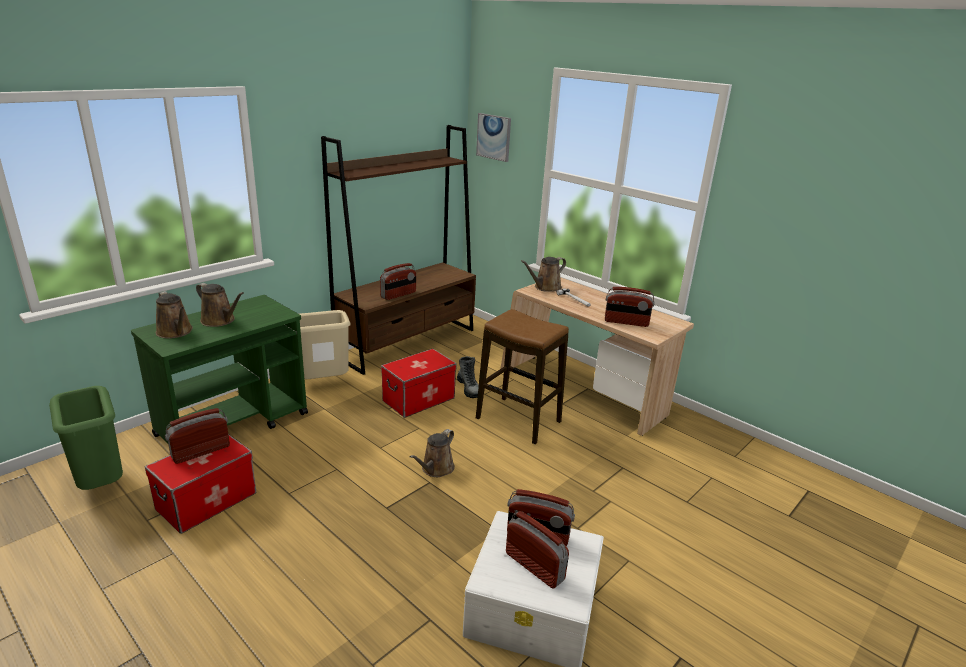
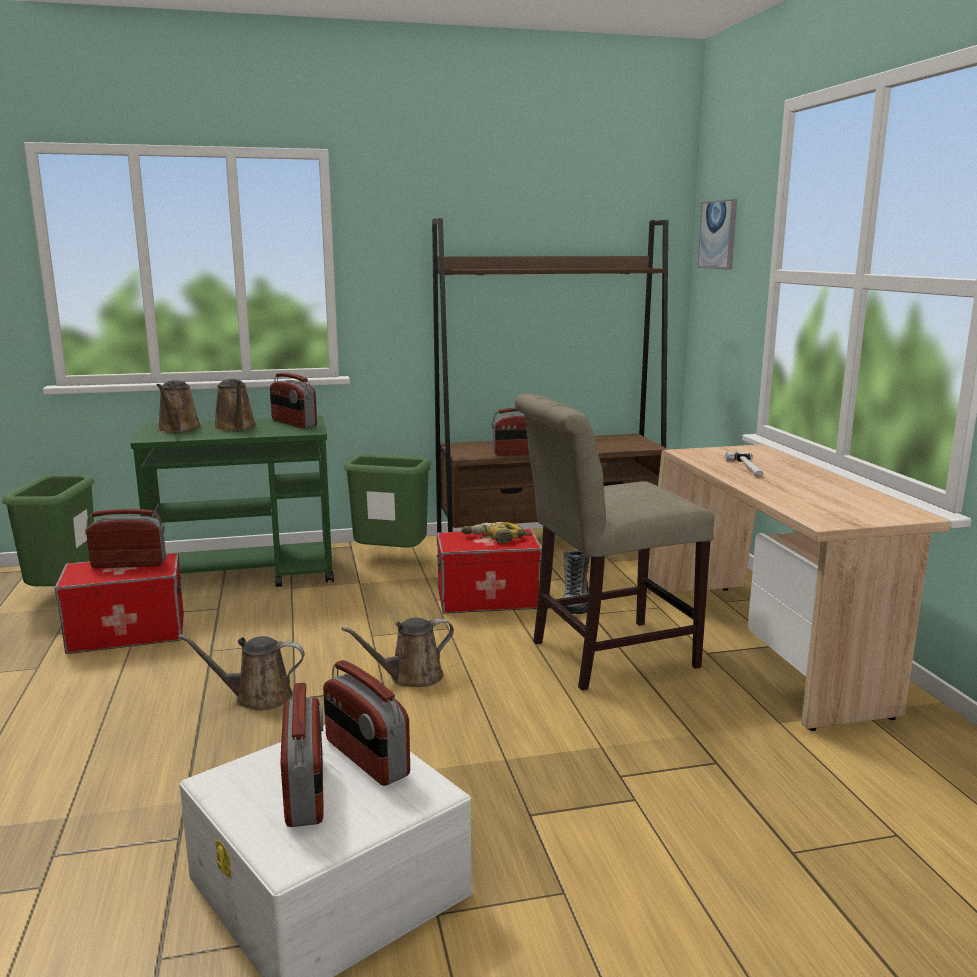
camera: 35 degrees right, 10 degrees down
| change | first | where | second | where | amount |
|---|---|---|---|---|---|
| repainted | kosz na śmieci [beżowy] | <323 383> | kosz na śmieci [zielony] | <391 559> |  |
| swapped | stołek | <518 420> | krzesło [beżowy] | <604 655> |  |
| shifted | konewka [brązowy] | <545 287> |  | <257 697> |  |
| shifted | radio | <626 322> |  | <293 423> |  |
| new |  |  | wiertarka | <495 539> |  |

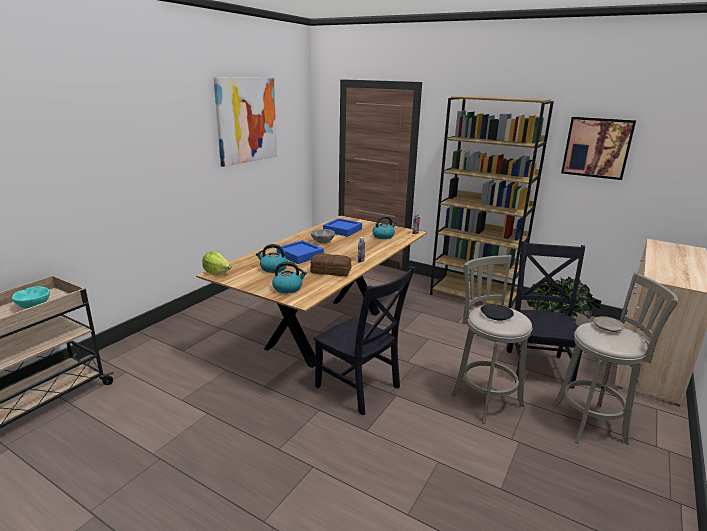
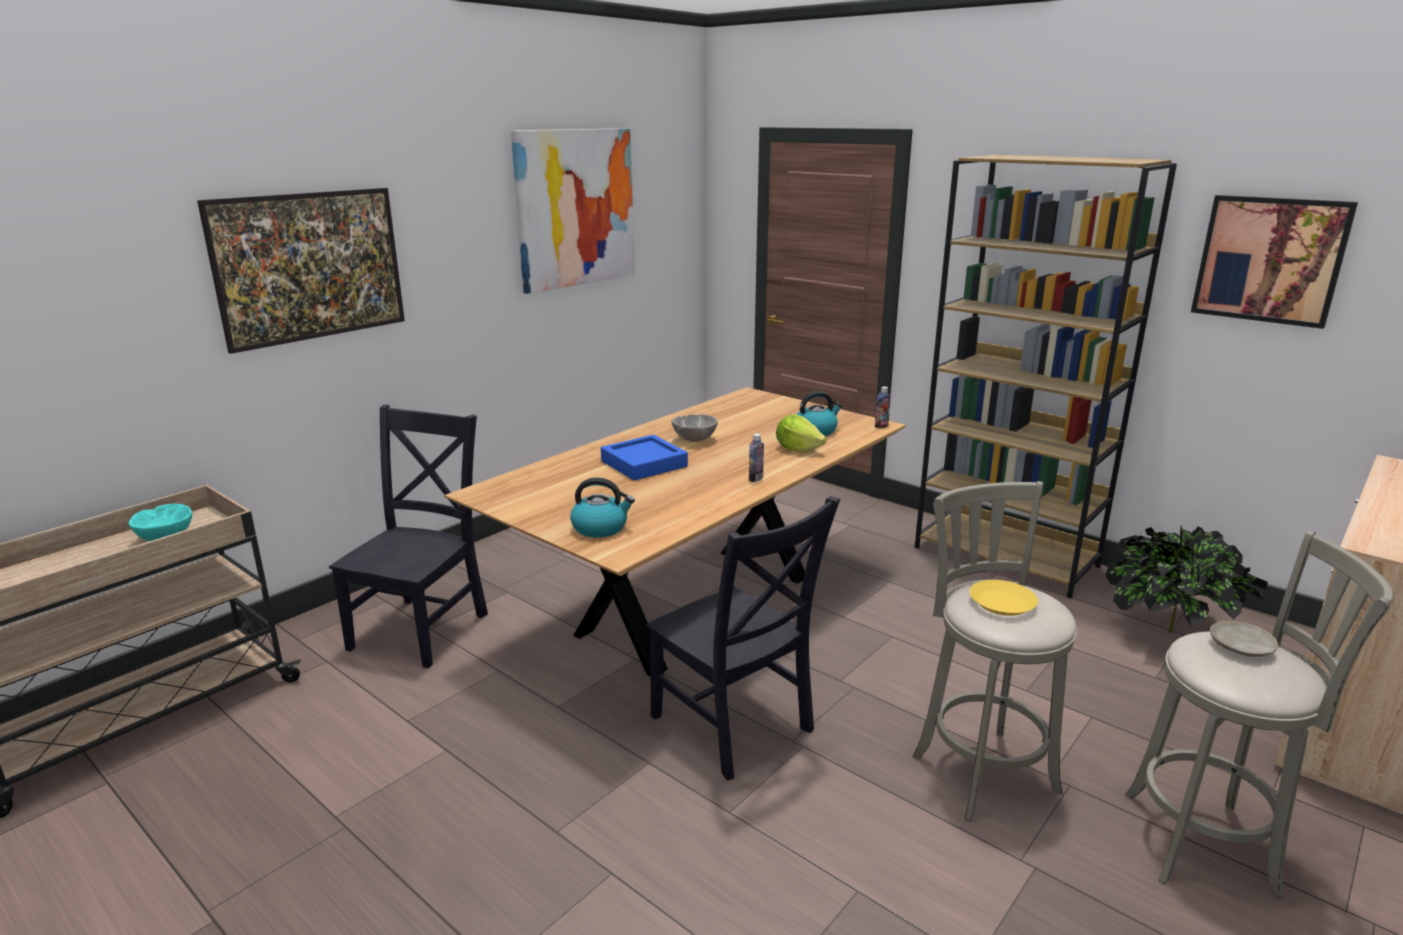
camera: 10 degrees right, 0 degrees up
| change | first | where | second | where | amount |
|---|---|---|---|---|---|
| shifted | sałata | <216 272> |  | <798 449> |  |
| gone | czajnik | <273 268> |  |  |  |
| gone | chleb | <331 271> |  |  |  |
| gone | taca [niebieski] | <342 230> |  |  |  |
| repainted | talerz [czarny] | <496 315> | talerz [żółty] | <1002 603> |  |
| shifted | krzesło [czarny] | <538 366> |  | <423 628> |  |
| new |  |  | obraz | <315 301> |  |

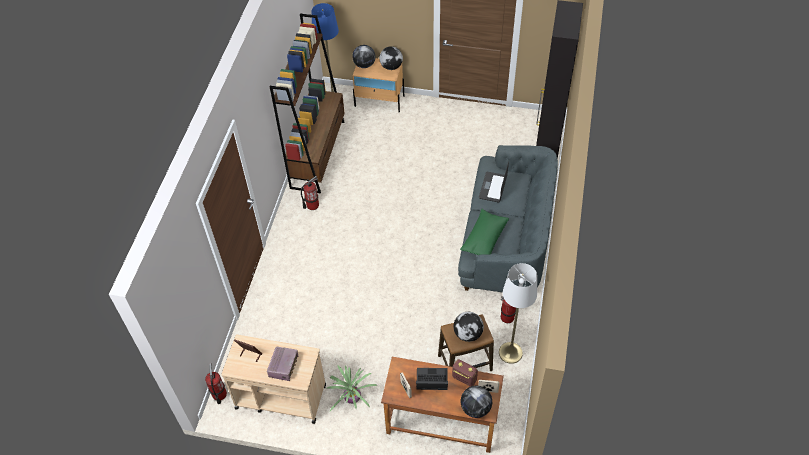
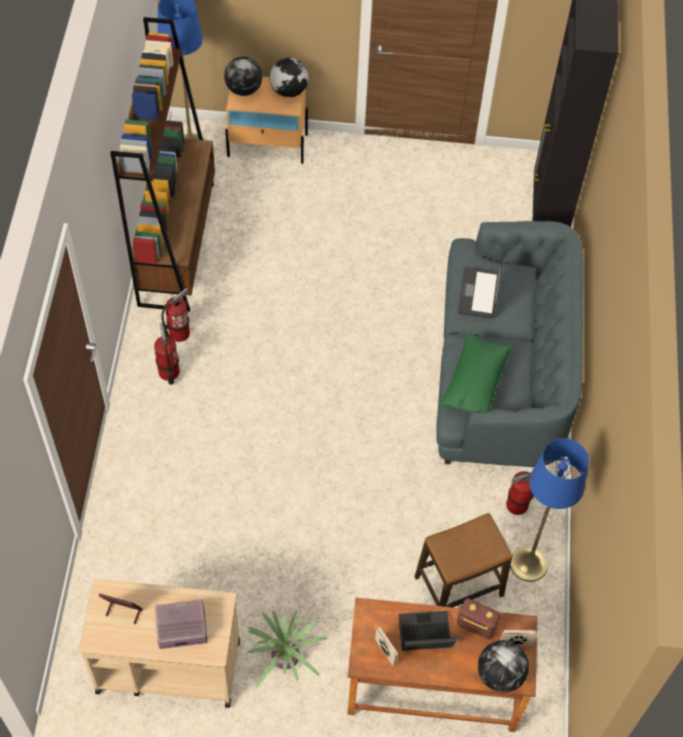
camera: 10 degrees left, 5 degrees up
| change | first | where | second | where | amount |
|---|---|---|---|---|---|
| shifted | gaśnica | <219 394> |  | <168 372> |  |
| rotated | radio | <284 366> |  | <181 628> | 105 degrees counterclockwise |
| gone | globus | <468 334> |  |  |  |
| repainted | lampa stojąca [biały] | <510 353> | lampa stojąca [niebieski] | <528 564> |  |

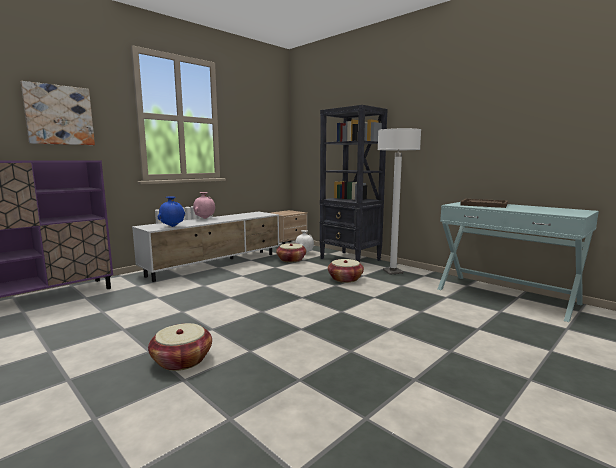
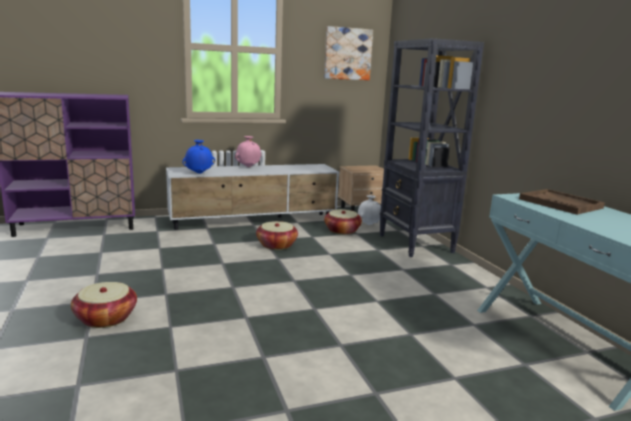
camera: 25 degrees right, 5 degrees up
| change | first | where | second | where | amount |
|---|---|---|---|---|---|
| shifted | obraz | <59 115> |  | <347 54> |  |
| shifted | koszyk | <345 279> |  | <276 245> |  |
| gone | lampa stojąca [biały] | <393 272> |  |  |  |

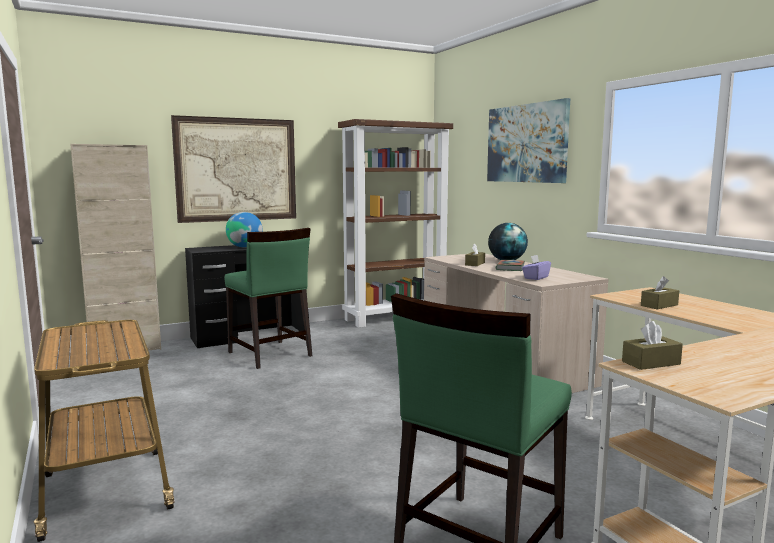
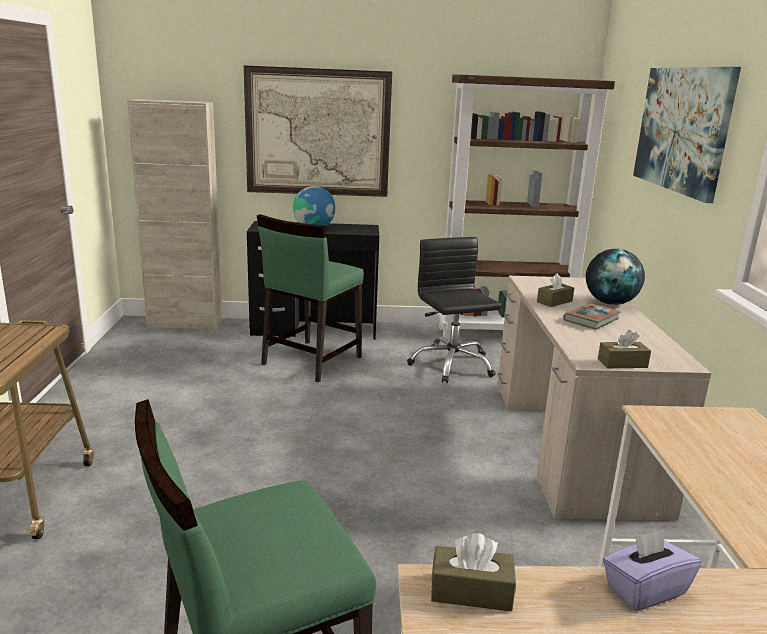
camera: 25 degrees right, 10 degrees up
| change | first | where | second | where | amount |
|---|---|---|---|---|---|
| rotated | krzesło [zielony] | <269 354> |  | <311 360> | 45 degrees clockwise |
| shifted | pudełko chusteczek [fioletowy] | <535 278> |  | <644 589> |  |
| shifted | pudełko chusteczek [brązowy] | <659 305> |  | <622 363> |  |
| new |  |  | krzesło biurowe [czarny] | <451 365> |  |

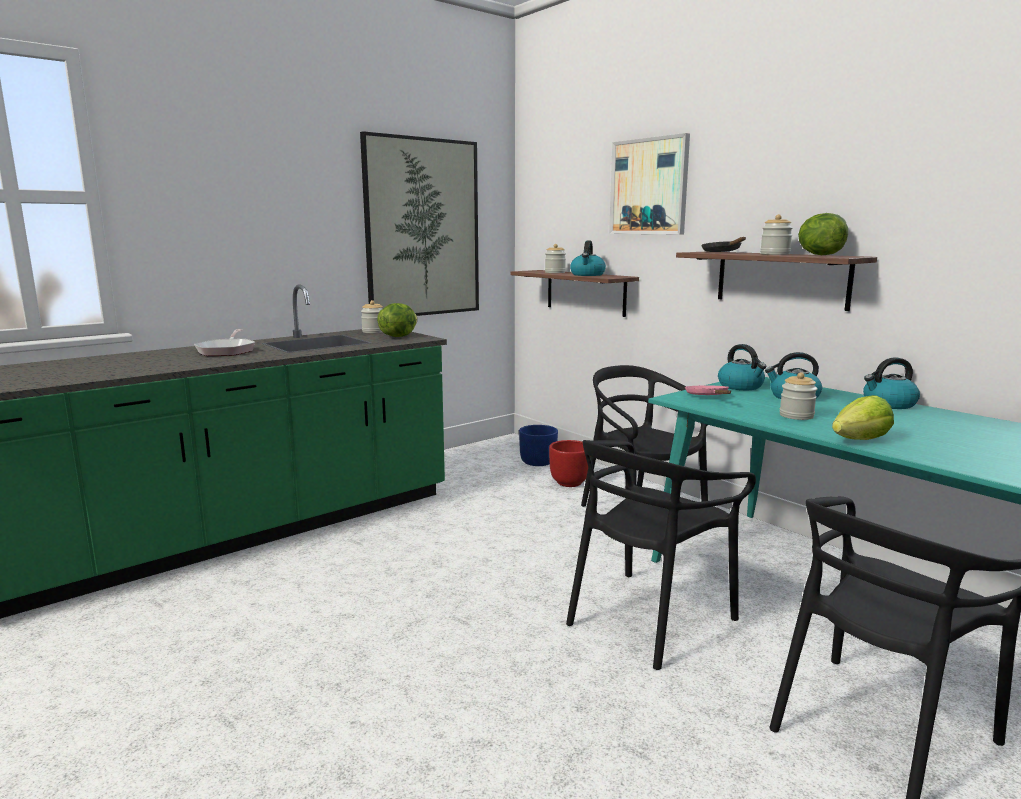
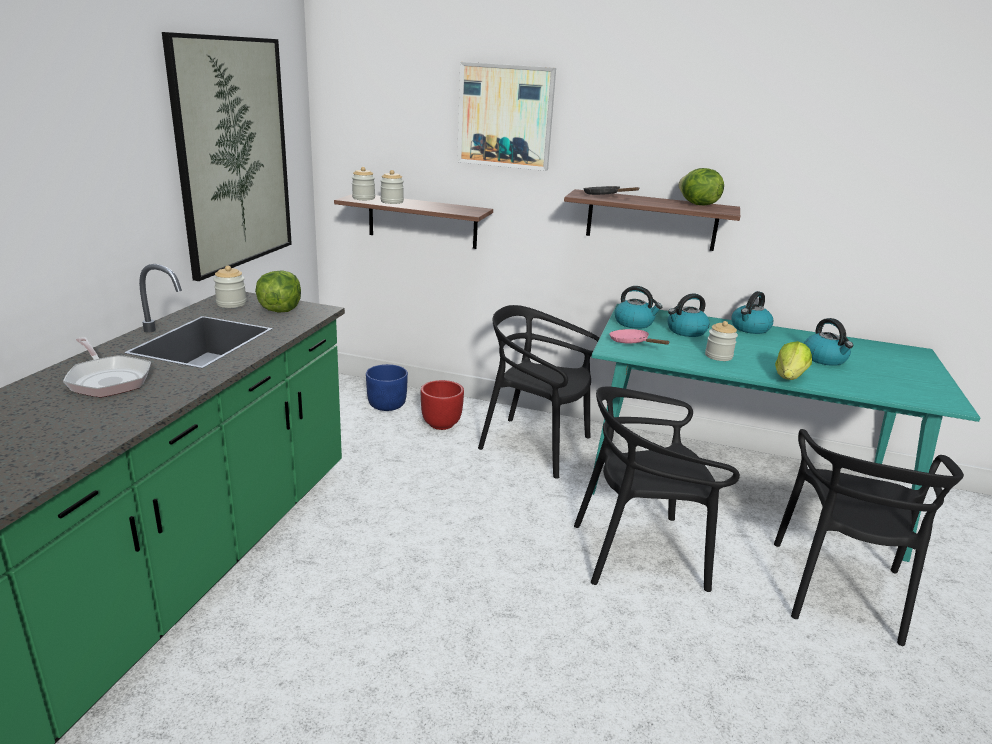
camera: 35 degrees left, 10 degrees up
| change | first | where | second | where | amount |
|---|---|---|---|---|---|
| rotated | krzesło [czarny] | <648 618> |  | <639 553> | 75 degrees clockwise |
| shifted | czajnik | <587 275> |  | <825 359> |  |
| shifted | słoik | <775 254> |  | <363 198> |  |

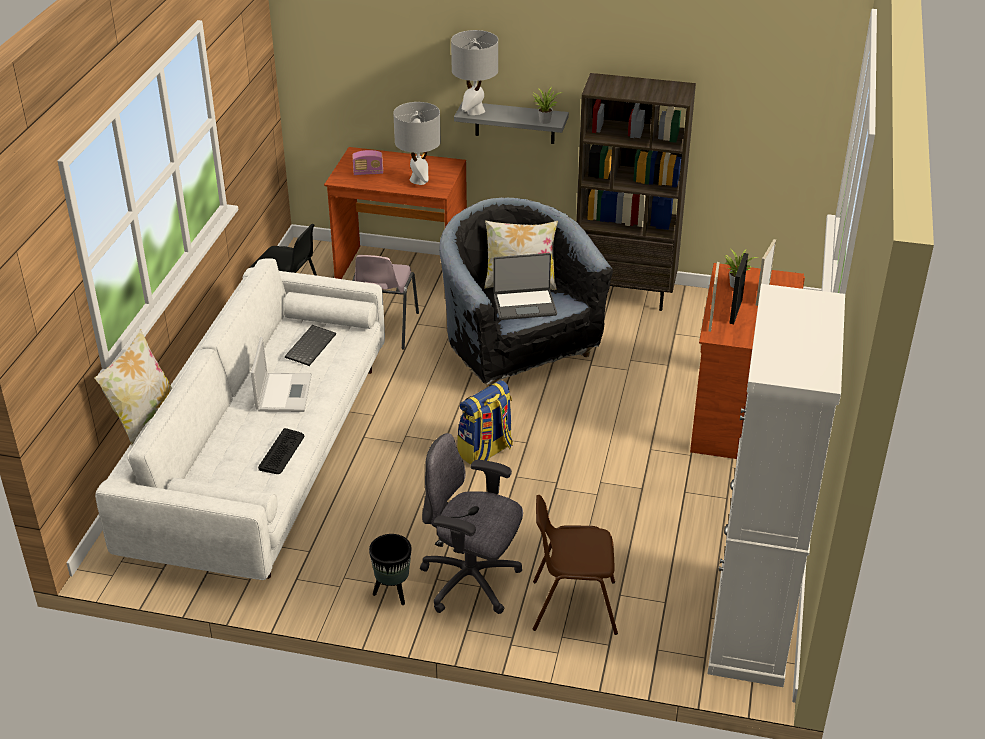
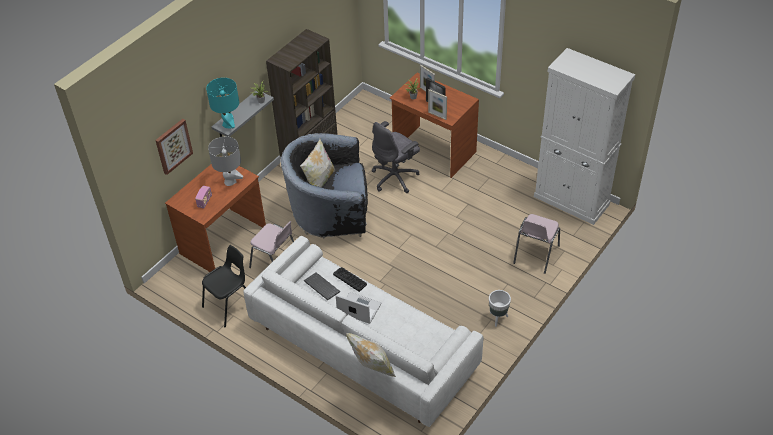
camera: 65 degrees left, 10 degrees up
| change | first | where | second | where | amount |
|---|---|---|---|---|---|
| shifted | klawiatura | <282 452> |  | <350 279> |  |
| repainted | donica [czarny] | <392 593> | donica [biały] | <497 318> |  |
| shifted | krzesło biurowe [szary] | <472 582> |  | <395 178> |  |
| repainted | lampa stołowa [szary] | <475 111> | lampa stołowa [turkusowy] | <228 124> |  |
| gone | plecak | <485 452> |  |  |  |
| gone | laptop | <525 305> |  |  |  |
| repainted | krzesło [brązowy] | <573 606> | krzesło [różowy] | <535 255> |  |
| new |  |  | obraz | <173 146> |  |

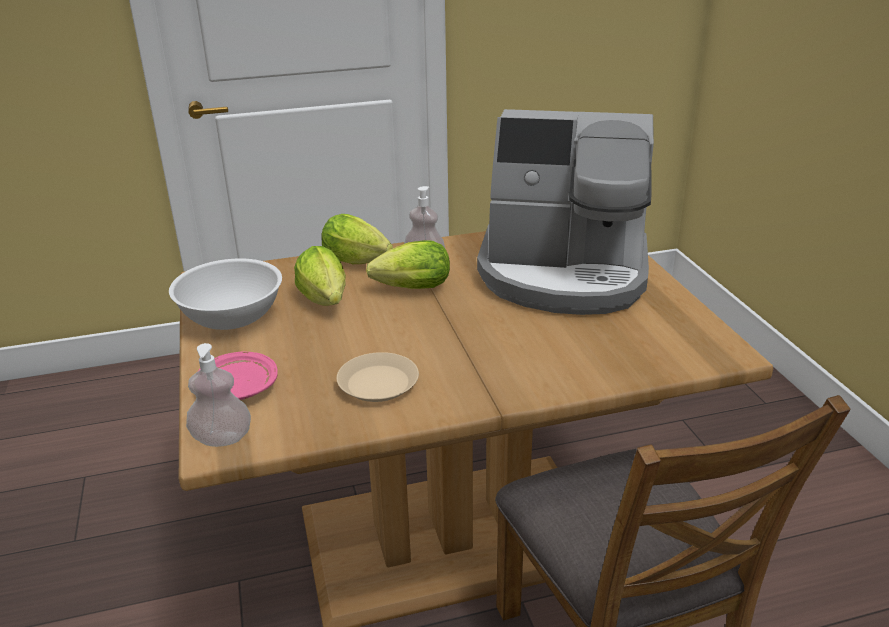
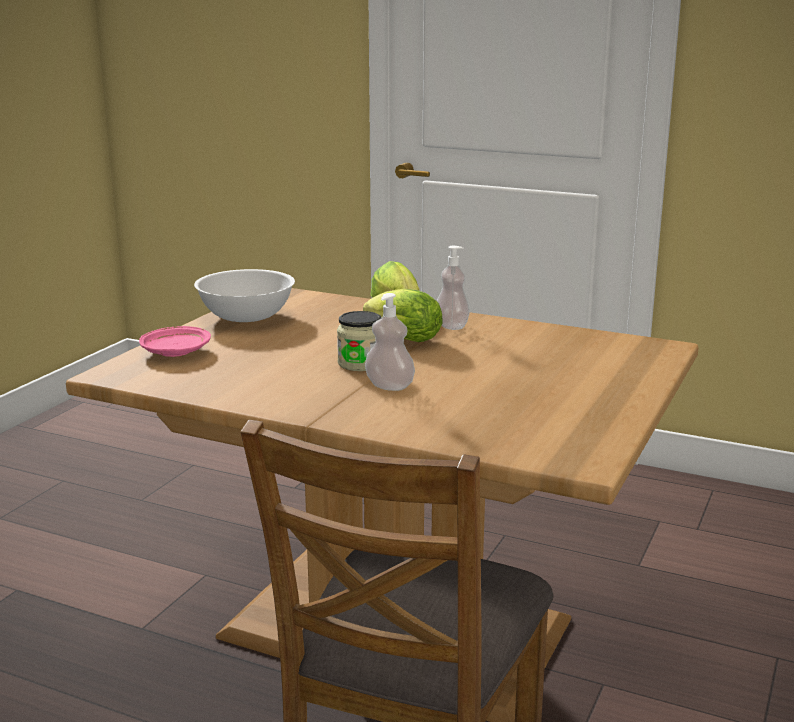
camera: 40 degrees right, 10 degrees down
| change | first | where | second | where | amount |
|---|---|---|---|---|---|
| shifted | dozownik mydła | <222 438> |  | <389 386> |  |
| gone | sałata | <326 302> |  |  |  |
| gone | talerz [beżowy] | <378 384> |  |  |  |
| gone | ekspres do kawy | <564 274> |  |  |  |
| new |  |  | słoik | <360 363> |  |

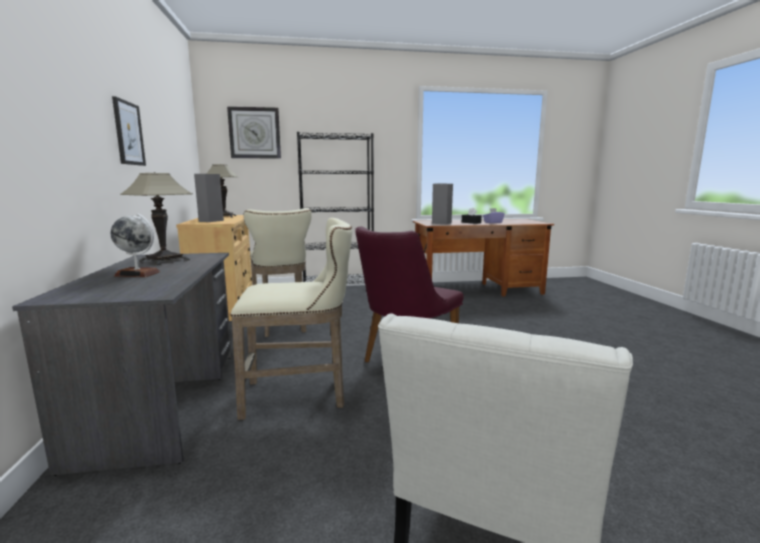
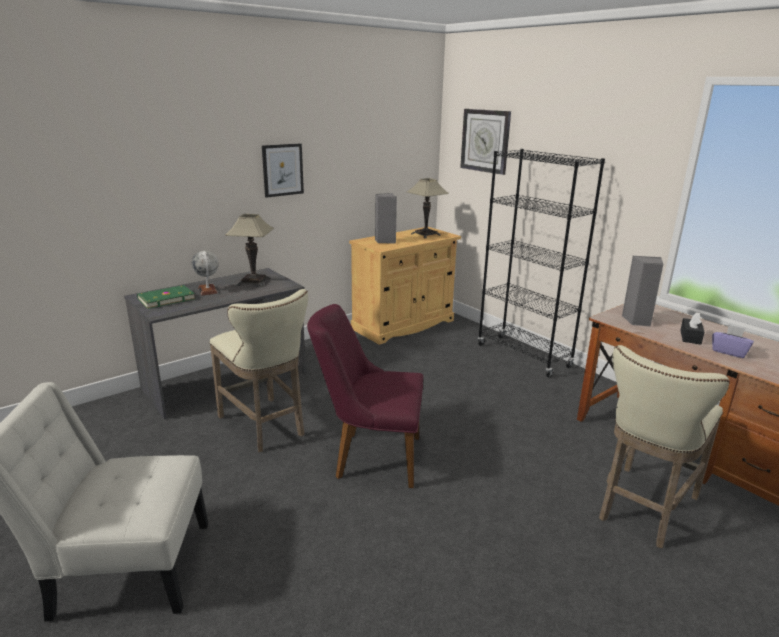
camera: 60 degrees right, 10 degrees up
| change | first | where | second | where | amount |
|---|---|---|---|---|---|
| shifted | stołek [beżowy] | <281 325> |  | <643 509> |  |
| new |  |  | książka [zielony] | <166 299> |  |

